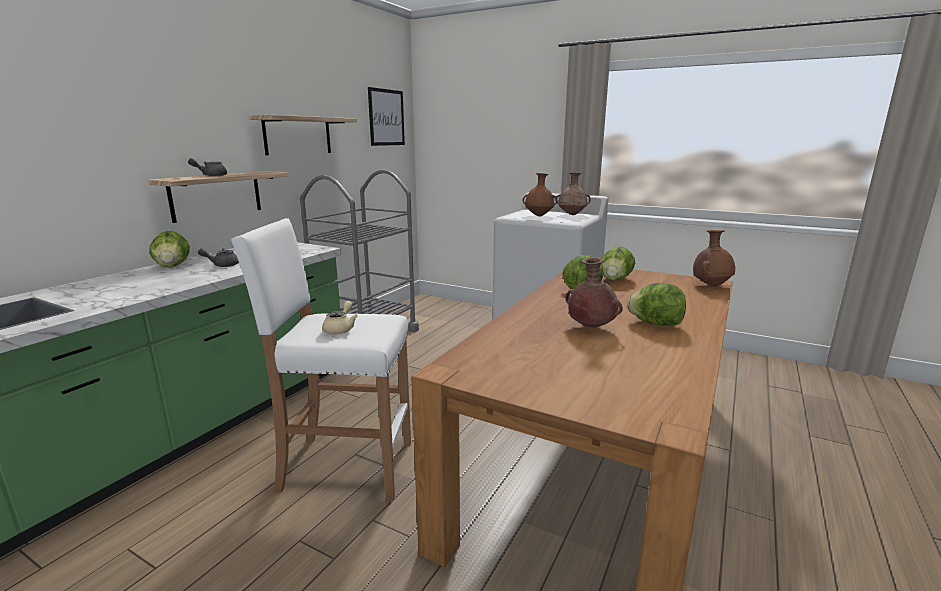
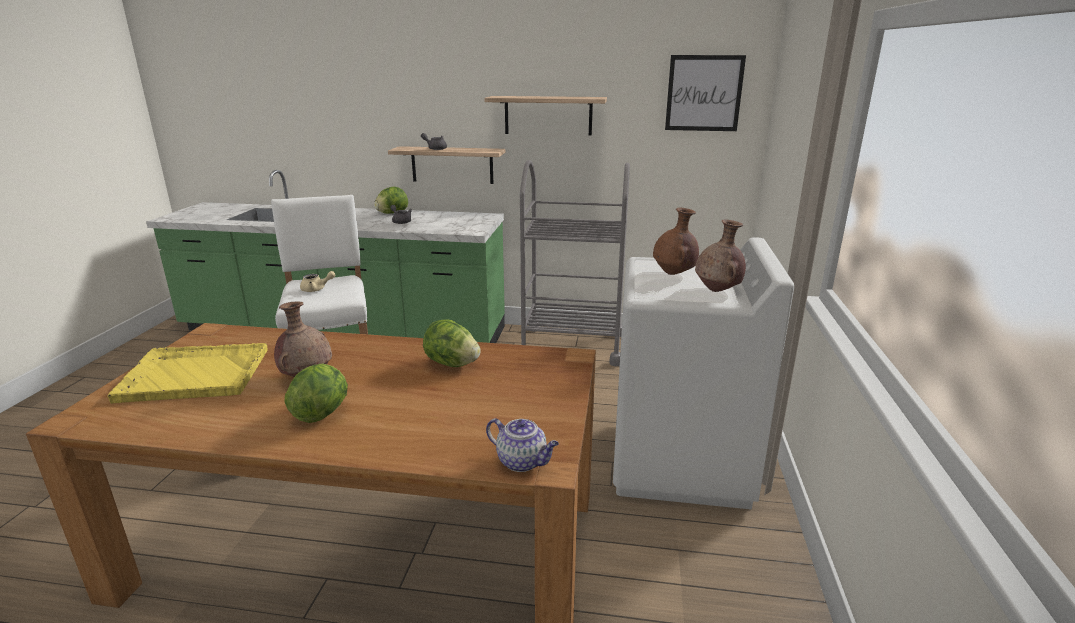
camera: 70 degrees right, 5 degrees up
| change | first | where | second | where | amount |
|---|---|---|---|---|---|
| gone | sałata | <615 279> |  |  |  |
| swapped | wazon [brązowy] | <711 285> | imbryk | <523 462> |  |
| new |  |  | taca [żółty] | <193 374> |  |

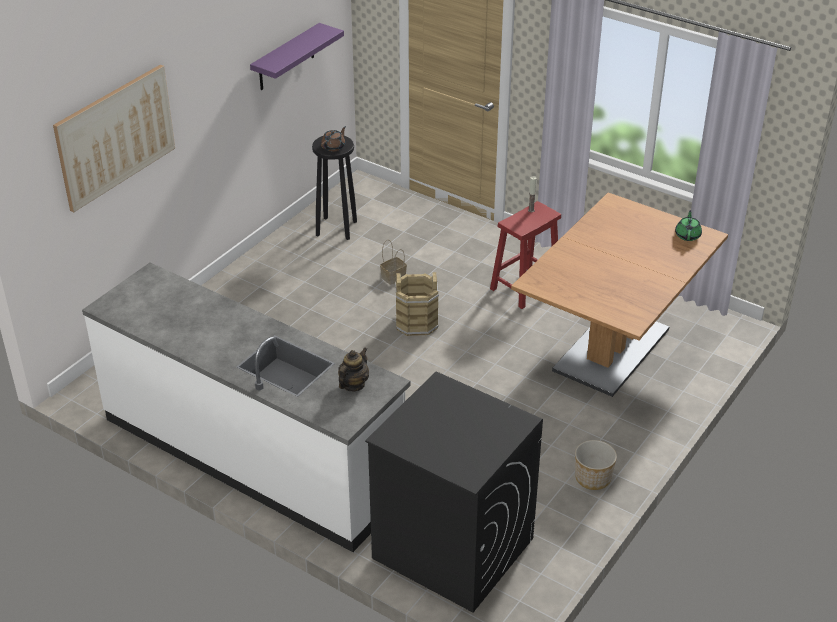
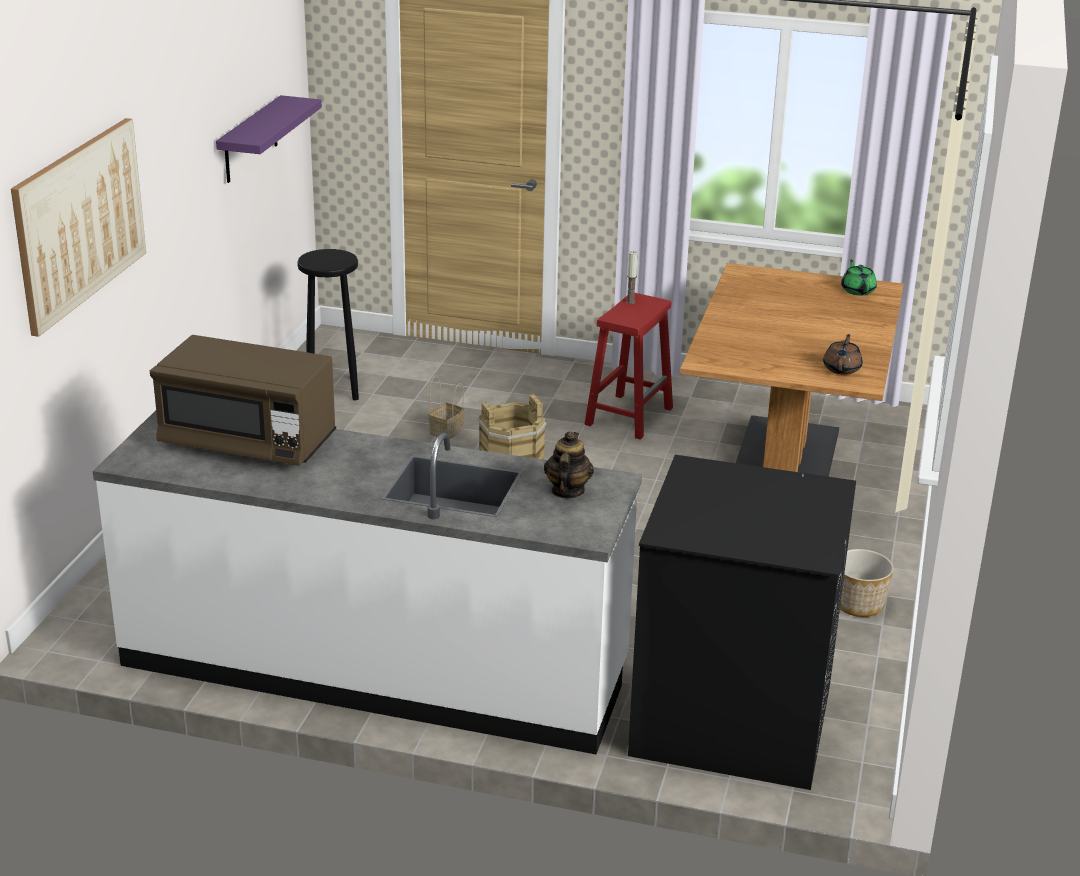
camera: 20 degrees left, 10 degrees down
| change | first | where | second | where | amount |
|---|---|---|---|---|---|
| shifted | imbryk [brązowy] | <334 147> |  | <842 368> |  |
| new |  |  | mikrofalówka [brązowy] | <248 442> |  |

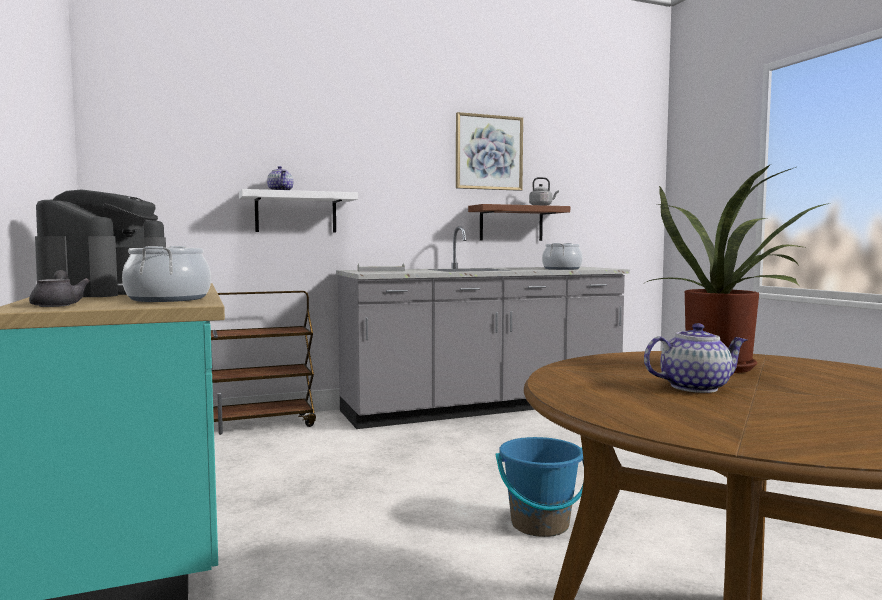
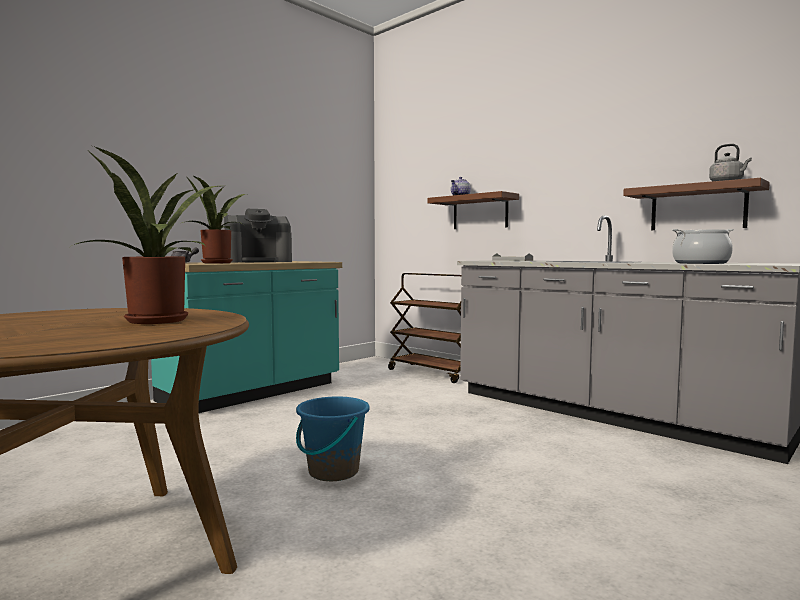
camera: 65 degrees right, 0 degrees up
| change | first | where | second | where | amount |
|---|---|---|---|---|---|
| swapped | garnek | <169 299> | roślina doniczkowa | <219 263> |  |
| repainted | półka [biały] | <296 212> | półka [brązowy] | <480 212> |  |
| gone | obraz | <489 152> |  |  |  |
| gone | imbryk | <694 387> |  |  |  |

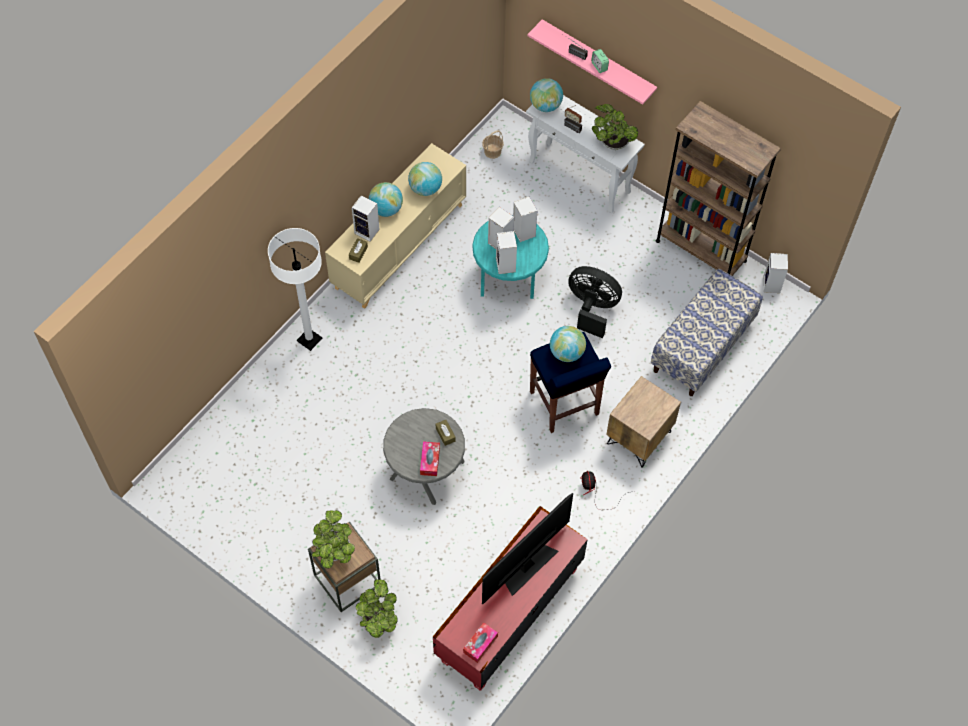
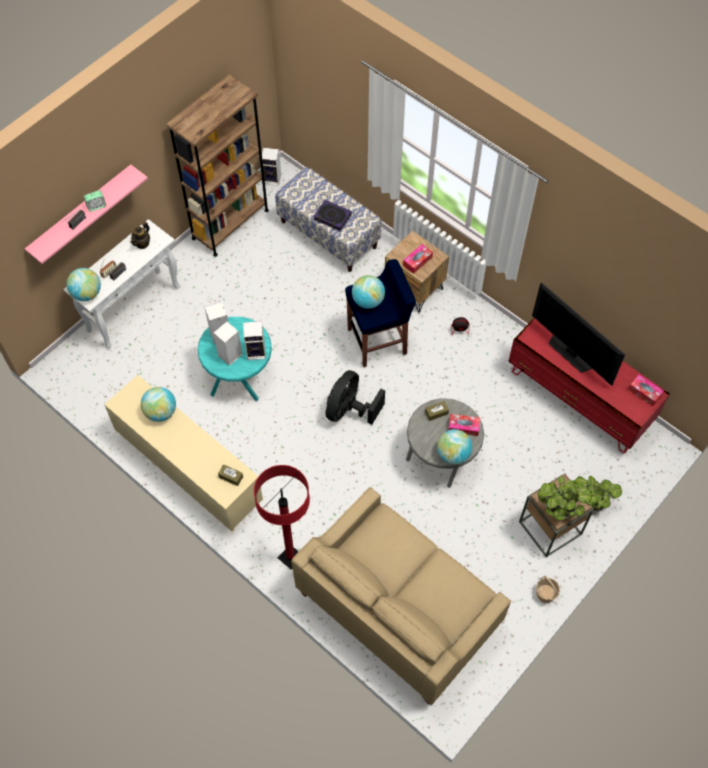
camera: 85 degrees left, 0 degrees up
| change | first | where | second | where | amount |
|---|---|---|---|---|---|
| repainted | lampa stojąca [biały] | <309 340> | lampa stojąca [czerwony] | <290 557> |  |
| gone | głośnik | <368 231> |  |  |  |
| shifted | globus | <386 209> |  | <453 454> |  |
| shifted | koszyk | <492 151> |  | <545 594> |  |
| shifted | wentylator [czarny] | <592 308> |  | <349 410> |  |
| swapped | roślina doniczkowa | <612 142> | imbryk | <142 243> |  |
| new |  |  | kanapa [beżowy] | <398 608> |  |
| new |  |  | książka | <332 217> |  |
| new |  |  | pudełko chusteczek | <417 261> |  |

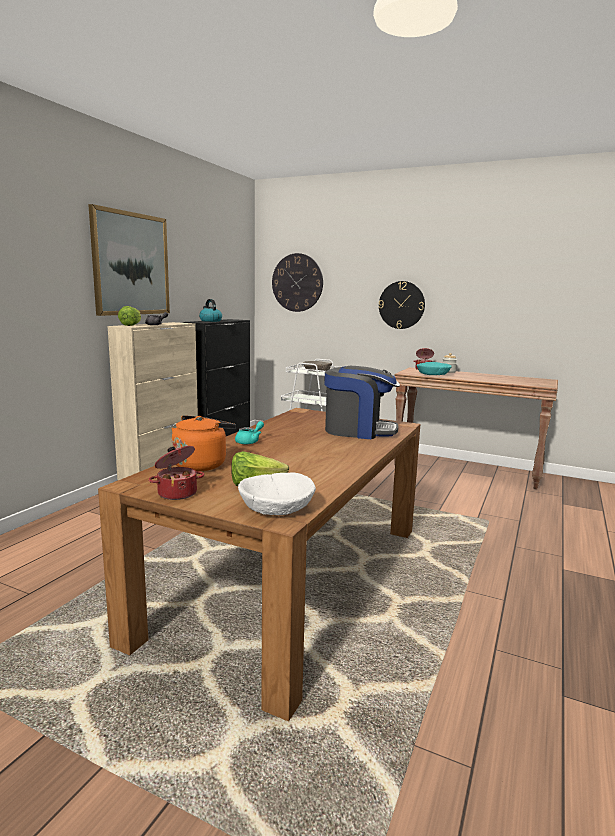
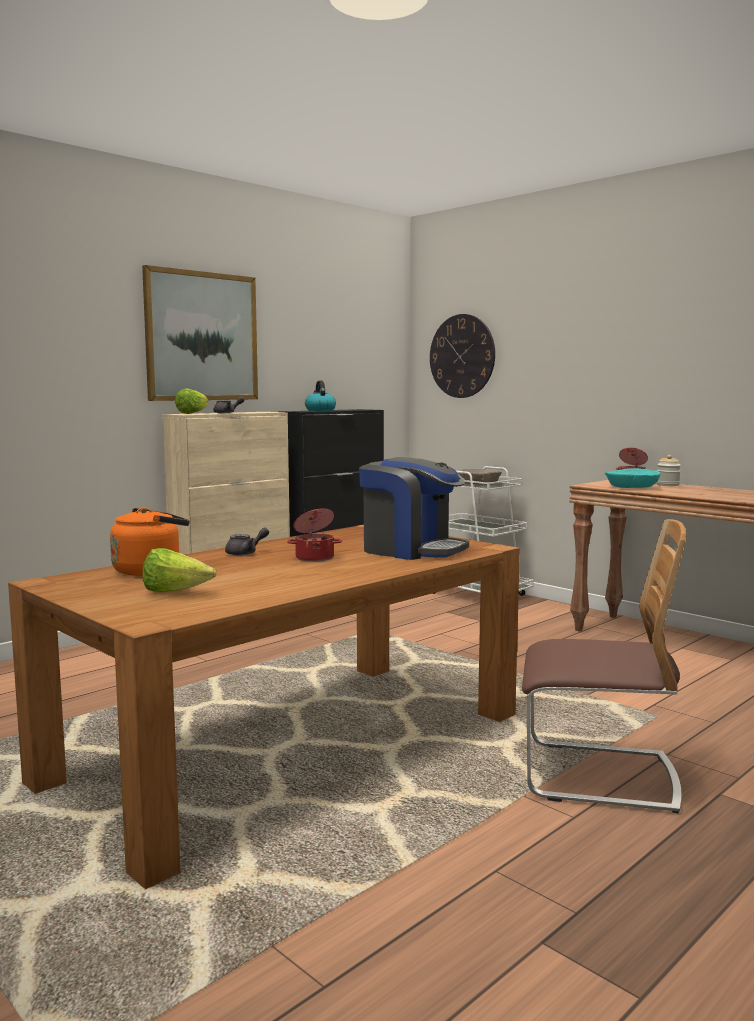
camera: 20 degrees right, 5 degrees down
| change | first | where | second | where | amount |
|---|---|---|---|---|---|
| shifted | garnek | <177 493> |  | <314 558> |  |
| repainted | imbryk [turkusowy] | <250 441> | imbryk [szary] | <246 553> |  |
| gone | miska [biały] | <276 507> |  |  |  |
| gone | zegar ścienny | <401 305> |  |  |  |
| new |  |  | krzesło | <598 776> |  |

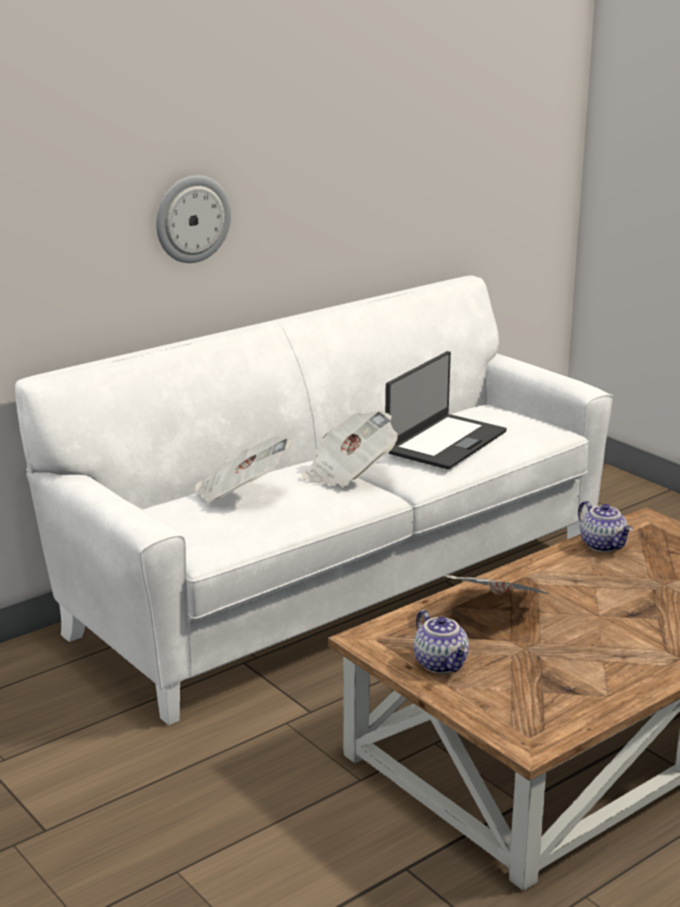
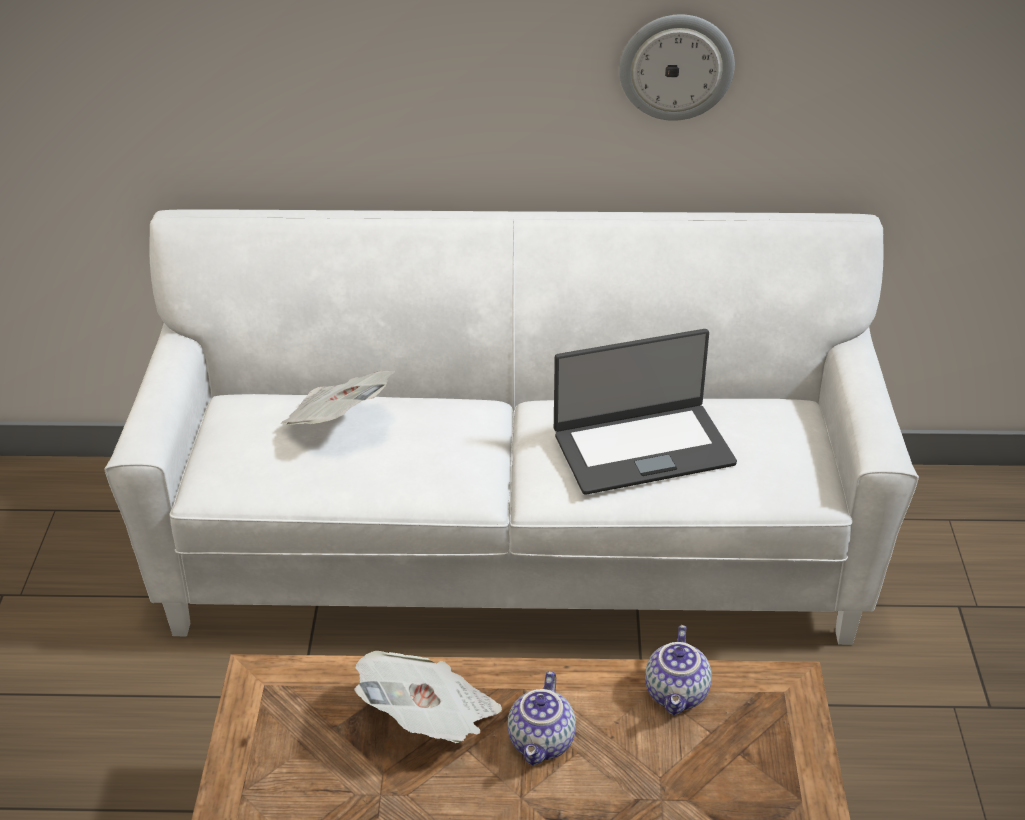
camera: 40 degrees right, 15 degrees up
| change | first | where | second | where | amount |
|---|---|---|---|---|---|
| shifted | zegar ścienny | <192 219> |  | <676 66> |  |
| gone | gazeta | <348 472> |  |  |  |
| shifted | imbryk | <442 664> |  | <543 742> |  |

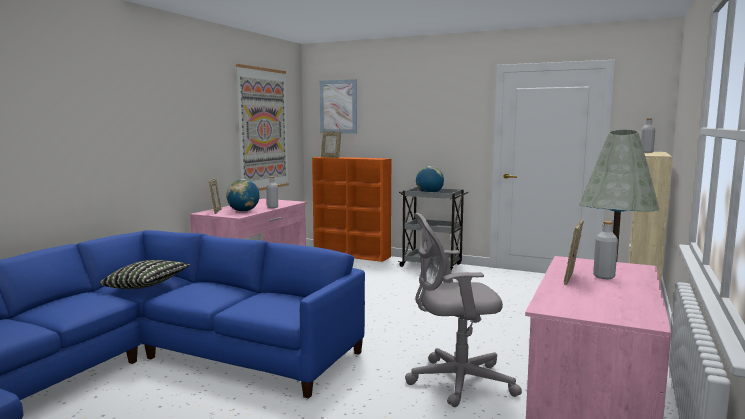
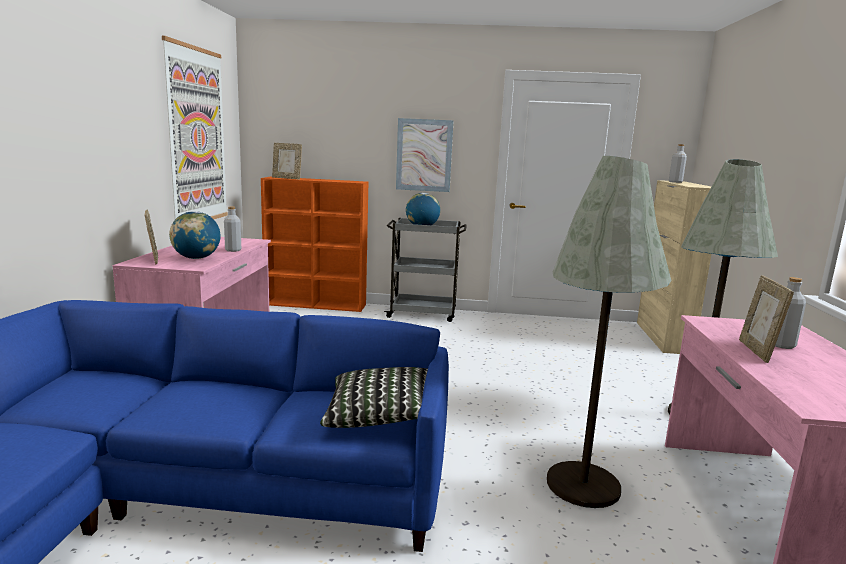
camera: 20 degrees left, 5 degrees up
| change | first | where | second | where | amount |
|---|---|---|---|---|---|
| shifted | poduszka | <146 286> |  | <378 415> |  |
| shifted | obraz | <338 106> |  | <424 155> |  |
| swapped | krzesło biurowe [szary] | <455 381> | lampa stojąca [szary] | <583 485> |  |

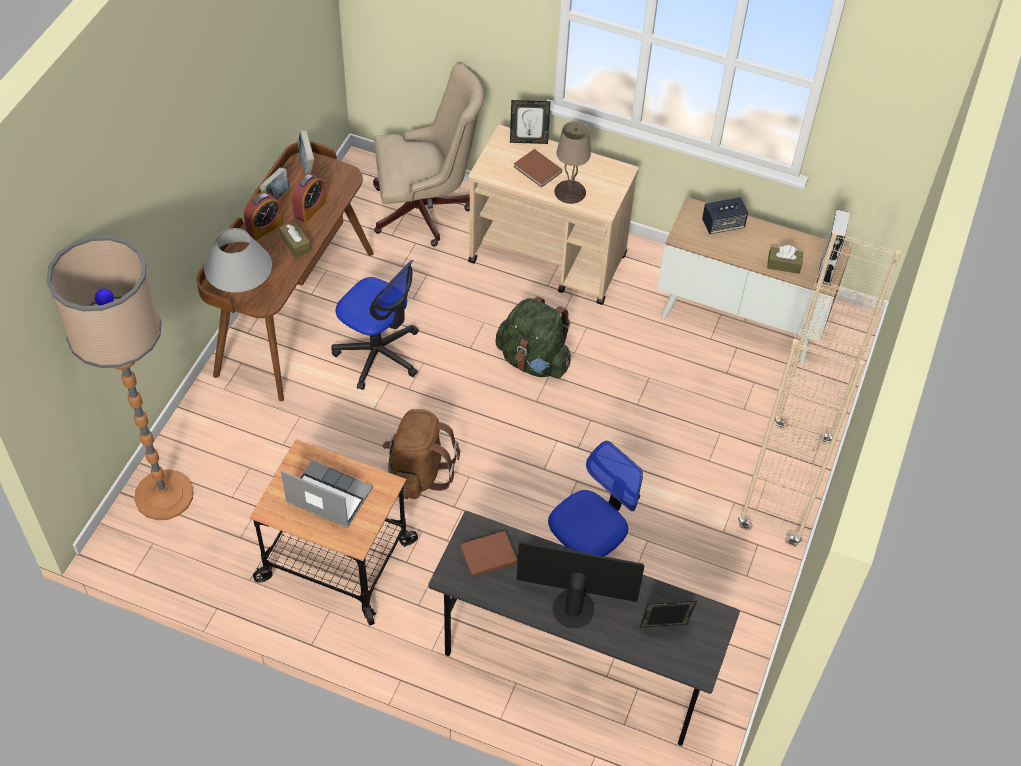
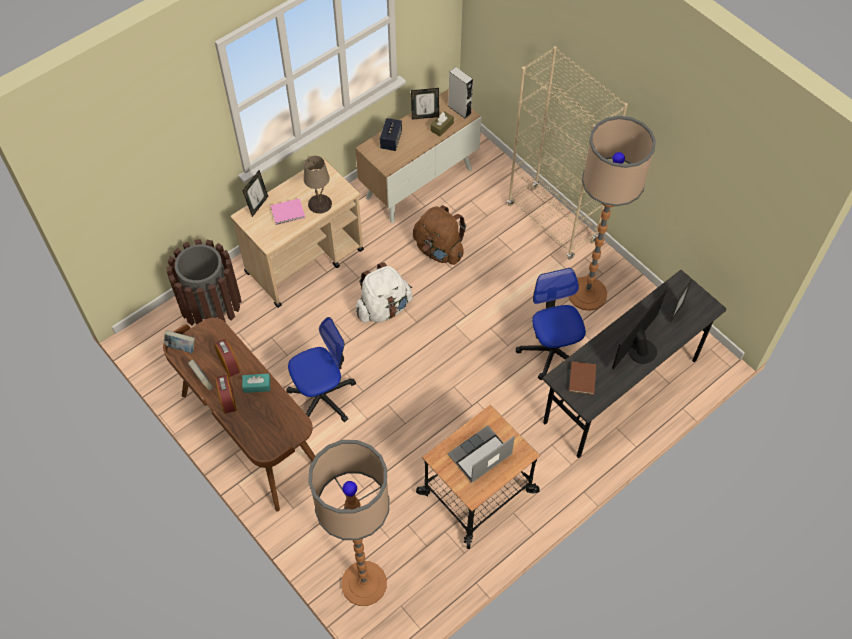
camera: 60 degrees left, 5 degrees up
| change | first | where | second | where | amount |
|---|---|---|---|---|---|
| gone | lampa stołowa [szary] | <242 290> |  |  |  |
| repainted | pudełko chusteczek [brązowy] | <295 244> | pudełko chusteczek [turkusowy] | <257 386> |  |
| swapped | krzesło biurowe [beżowy] | <426 211> | kosz na śmieci [brązowy] | <213 313> |  |
| shifted | plecak [brązowy] | <418 473> |  | <439 250> |  |
| repainted | plecak [zielony] | <533 361> | plecak [biały] | <384 308> |  |
| repainted | książka [brązowy] | <538 170> | książka [różowy] | <289 212> |  |
| new |  |  | ramka na zdjęcie | <425 116> |  |
| new |  |  | lampa stojąca | <587 293> |  |

